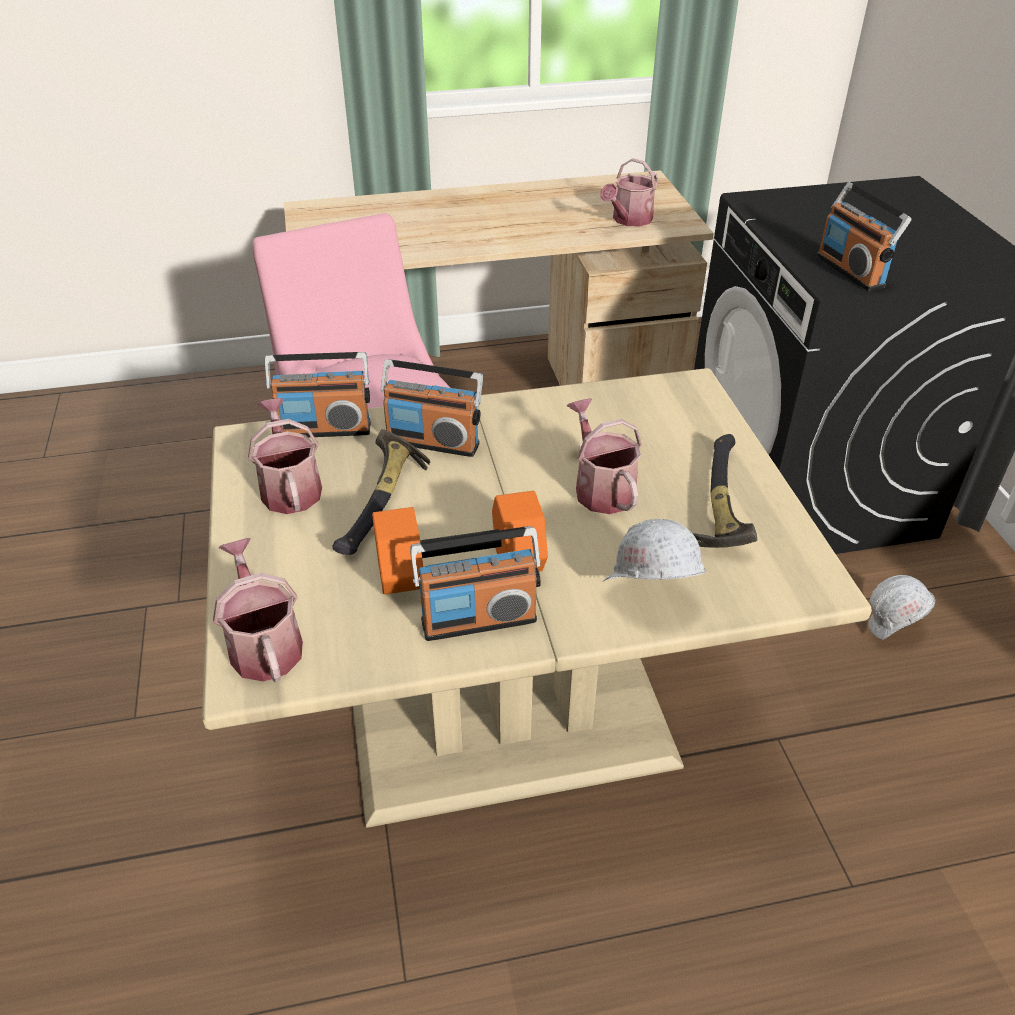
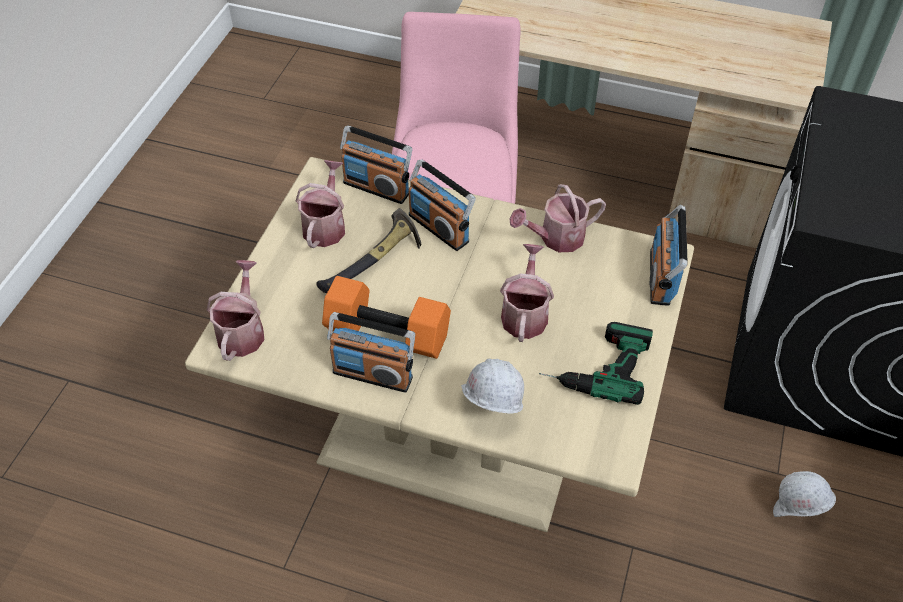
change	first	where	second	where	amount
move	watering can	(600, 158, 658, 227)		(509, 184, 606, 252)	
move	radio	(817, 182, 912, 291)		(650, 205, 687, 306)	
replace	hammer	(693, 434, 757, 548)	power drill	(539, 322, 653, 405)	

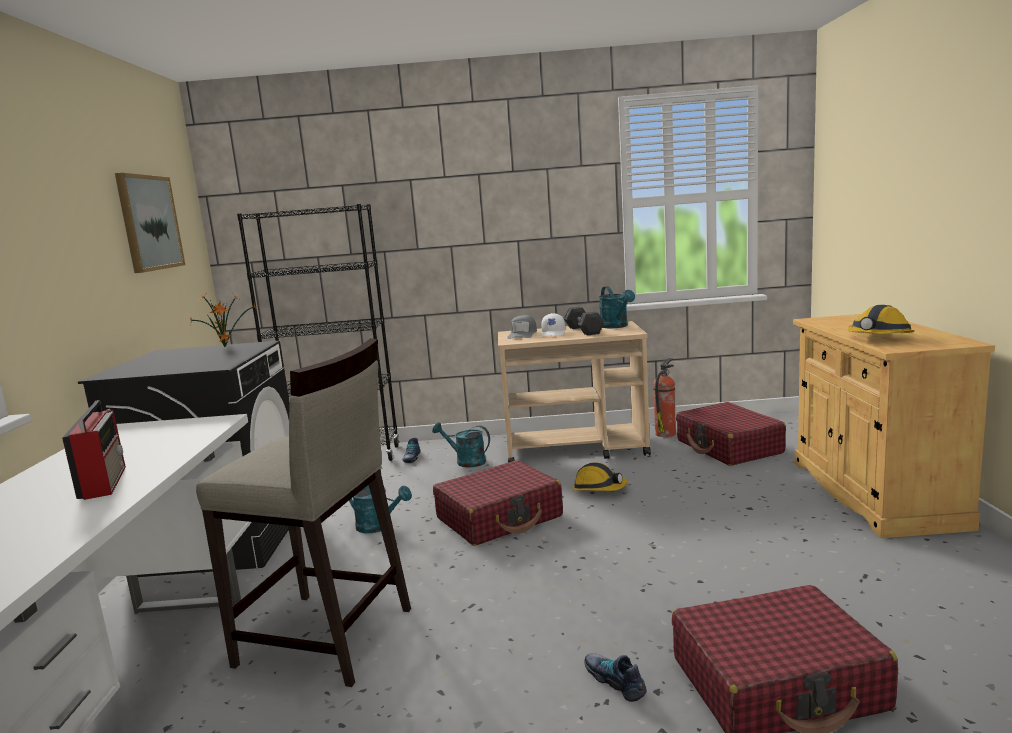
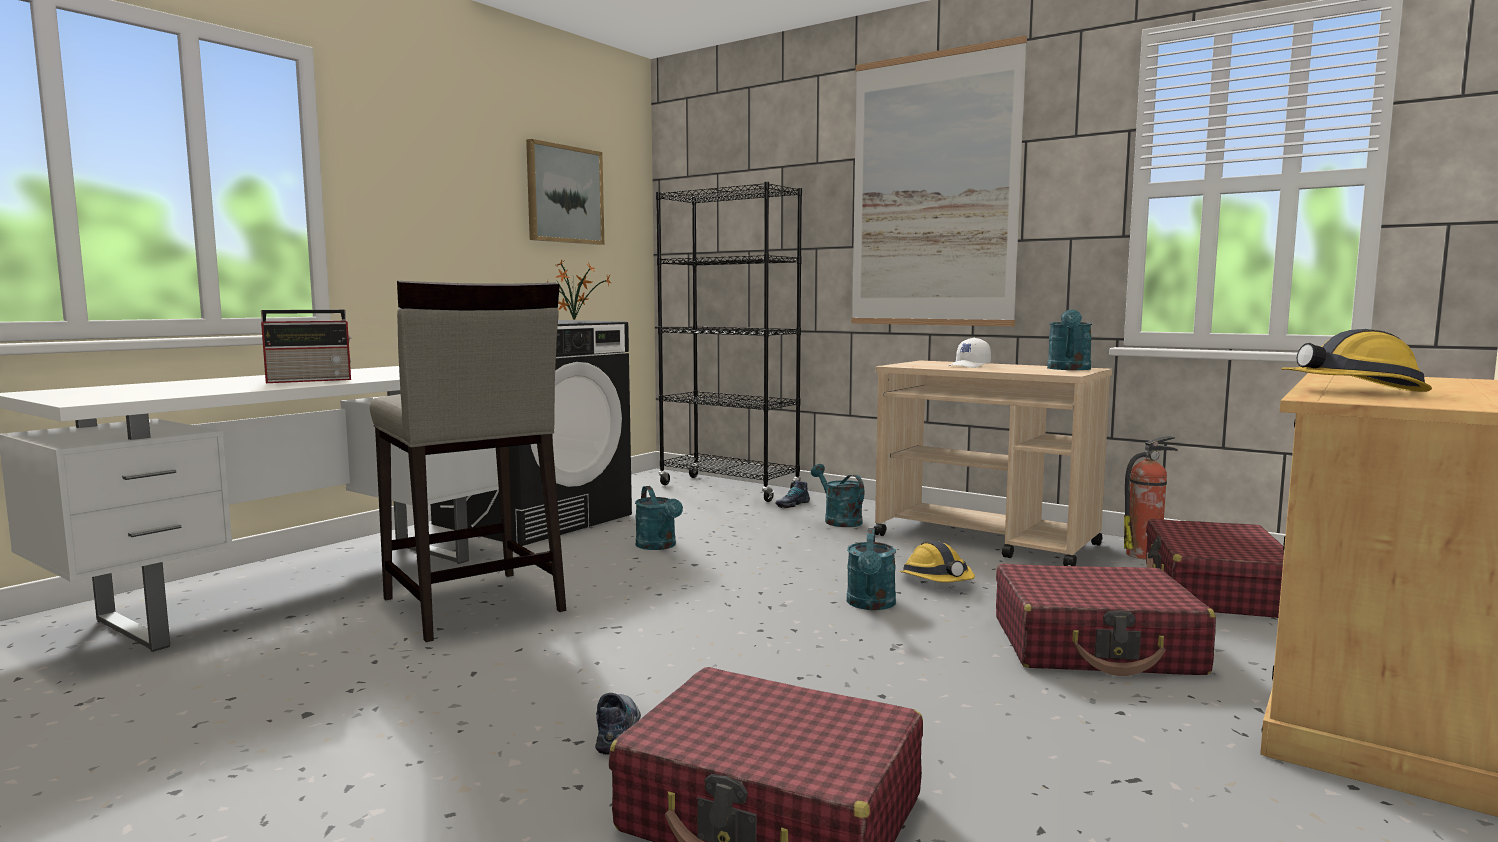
change	first	where	second	where	amount
delete	grey cap	(507, 315, 537, 339)			
delete	grey dumbbell	(564, 307, 604, 336)			
insert			turquoise watering can	(847, 528, 896, 610)	
insert			picture	(851, 35, 1027, 326)	
move	red suitcase	(433, 460, 563, 546)		(996, 564, 1216, 676)	
rotate	radio	(62, 400, 126, 500)		(261, 310, 352, 383)	45 degrees clockwise

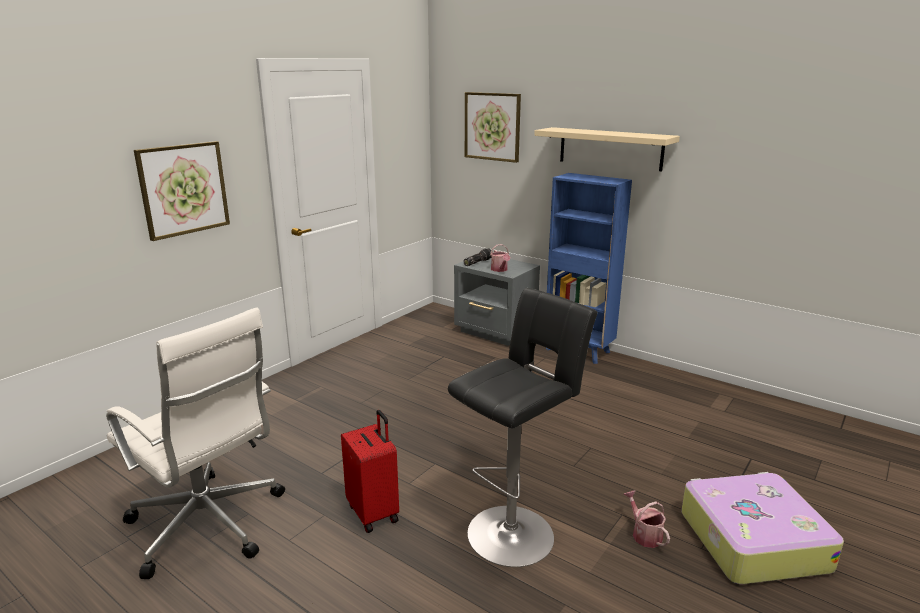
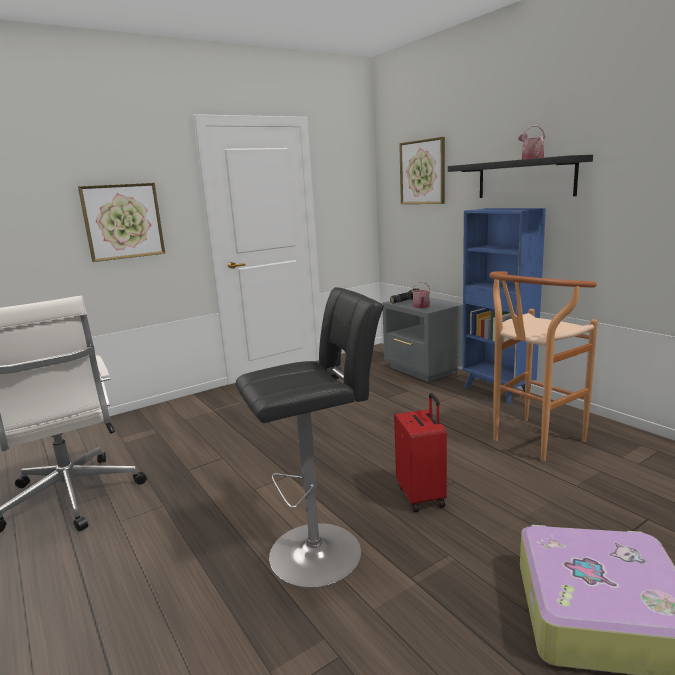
change	first	where	second	where	amount
insert			brown stool	(489, 272, 598, 461)	
move	red suitcase	(341, 410, 399, 533)		(394, 393, 447, 512)	
move	watering can	(624, 490, 670, 548)		(518, 125, 545, 159)	
recolor	beige shelf	(534, 127, 680, 171)	black shelf	(448, 155, 593, 198)	

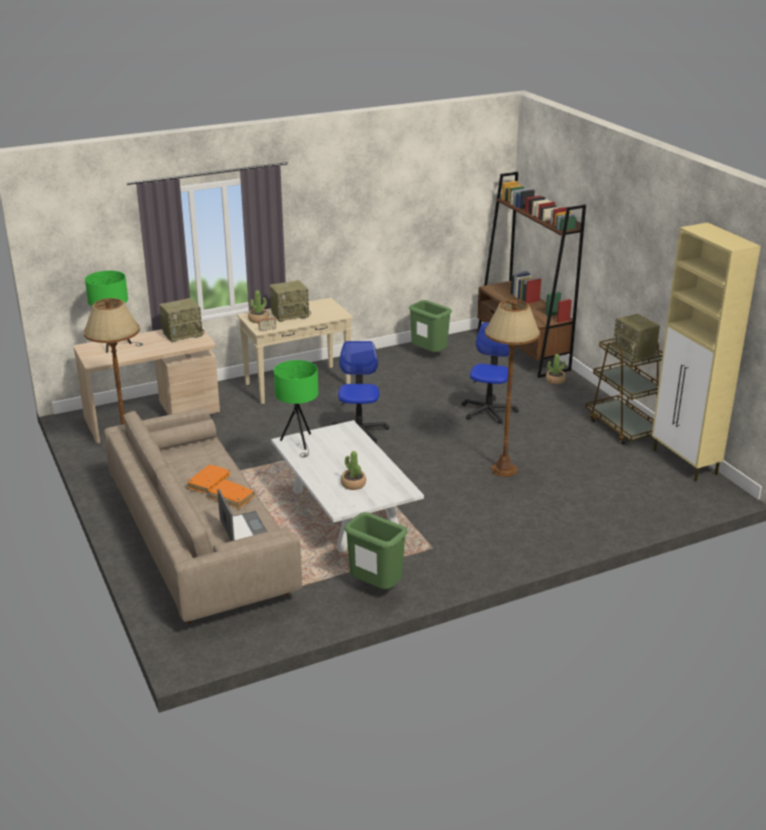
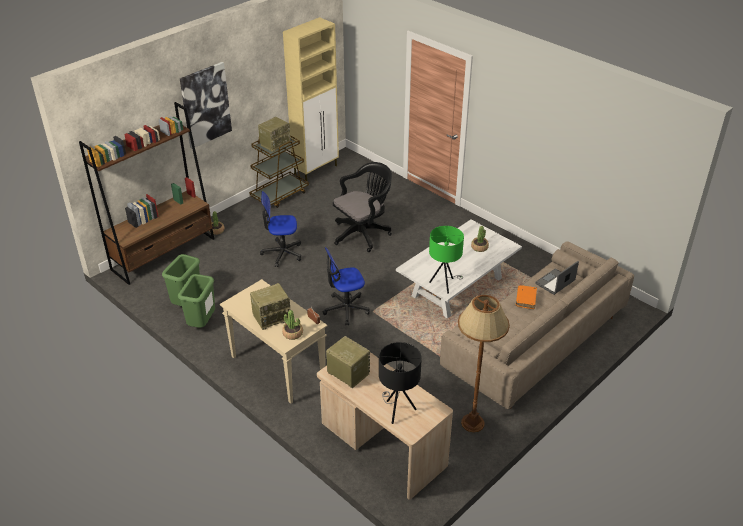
change	first	where	second	where	amount
delete	orange book	(187, 465, 230, 493)			
insert			picture	(180, 62, 232, 149)	
move	green trash can	(344, 512, 407, 589)		(178, 274, 215, 328)	
replace	brown floor lamp	(485, 300, 540, 477)	black office chair	(333, 162, 392, 252)	
recolor	green table lamp	(85, 271, 143, 353)	black table lamp	(379, 342, 422, 424)	
rotate	radio	(270, 280, 311, 322)		(250, 283, 290, 330)	105 degrees clockwise

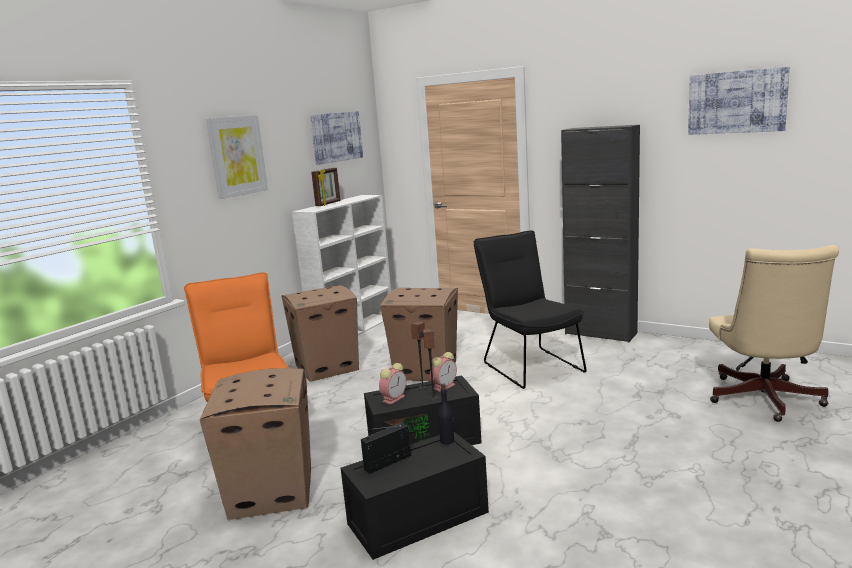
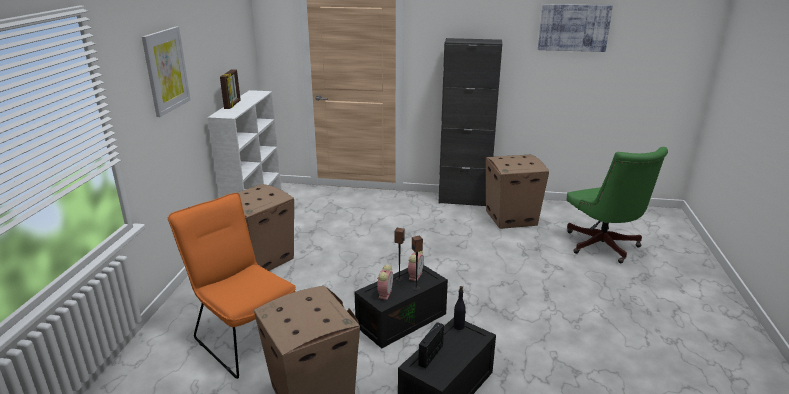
change	first	where	second	where	amount
delete	picture	(310, 111, 363, 165)			
delete	black chair	(474, 231, 587, 389)			
move	cardboard box	(380, 288, 458, 381)		(486, 155, 549, 229)	
recolor	beige office chair	(709, 245, 839, 422)	green office chair	(567, 147, 668, 263)	

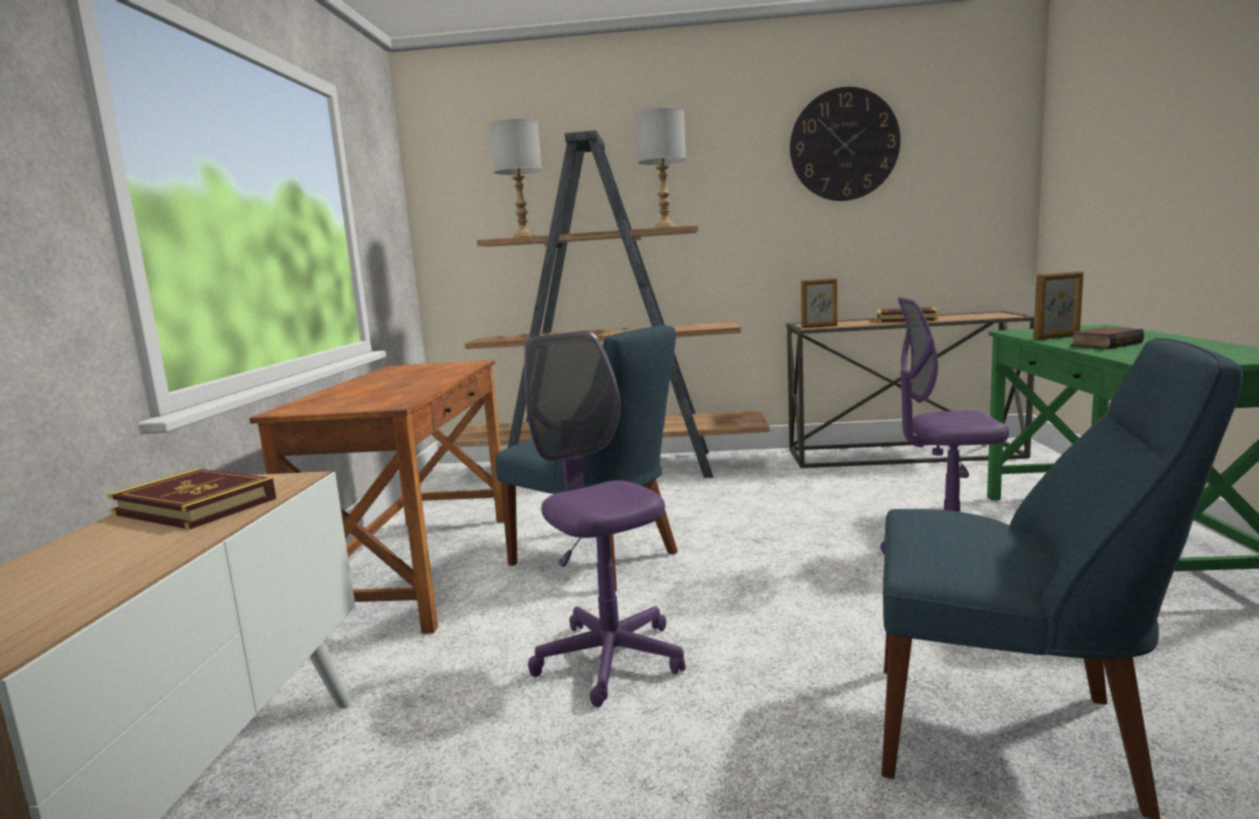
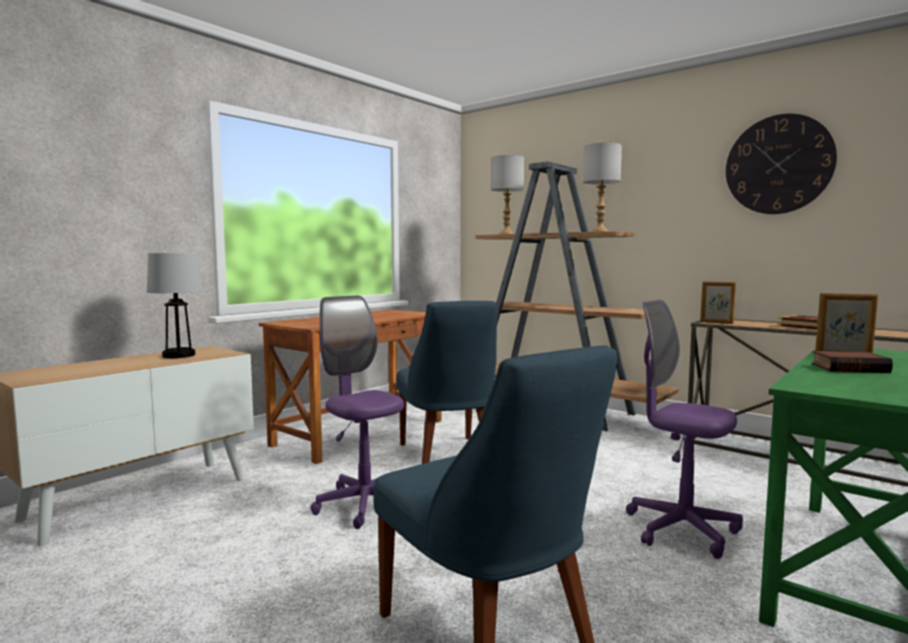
change	first	where	second	where	amount
replace	book	(108, 469, 277, 530)	table lamp	(147, 253, 203, 358)	
rotate	purple office chair	(524, 331, 686, 707)		(311, 296, 404, 529)	45 degrees counterclockwise

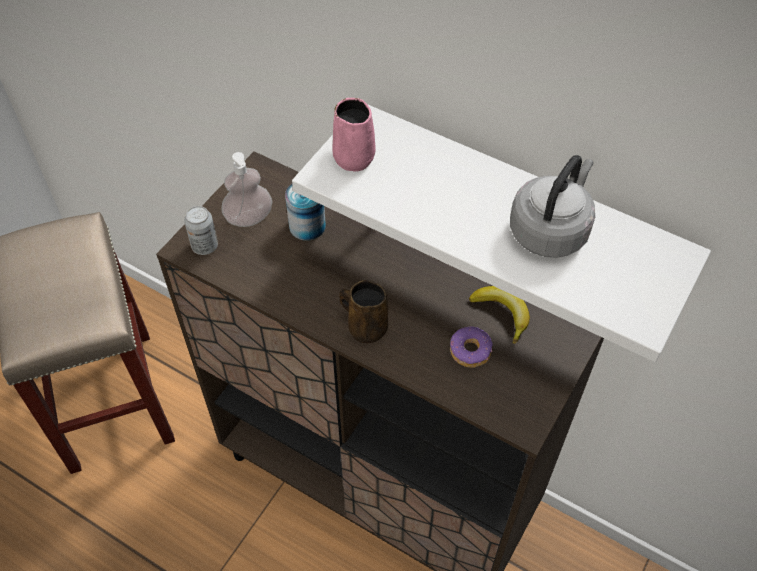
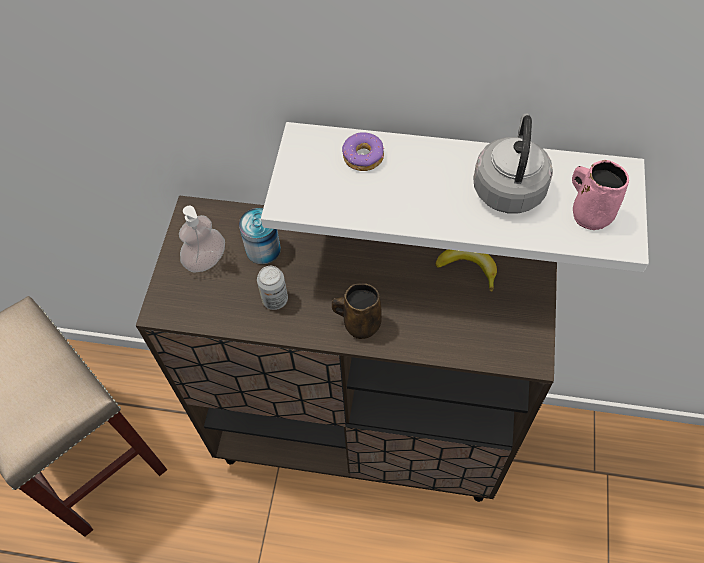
change	first	where	second	where	amount
move	can	(184, 206, 218, 255)		(257, 266, 288, 310)	
move	pink mug	(332, 98, 376, 172)		(572, 160, 629, 230)	
move	donut	(450, 327, 492, 368)		(342, 132, 385, 171)	

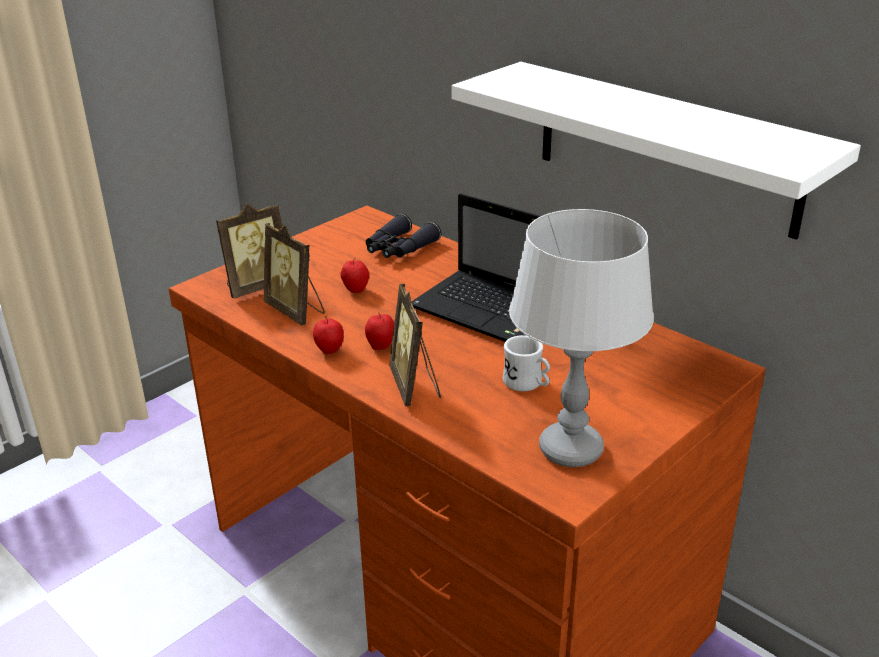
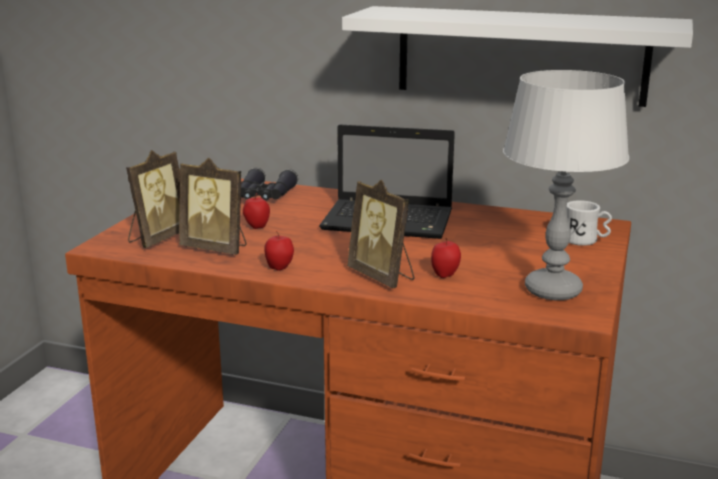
change	first	where	second	where	amount
move	apple	(365, 314, 394, 350)		(431, 238, 461, 278)	
move	white mug	(503, 335, 550, 392)		(567, 200, 612, 246)	

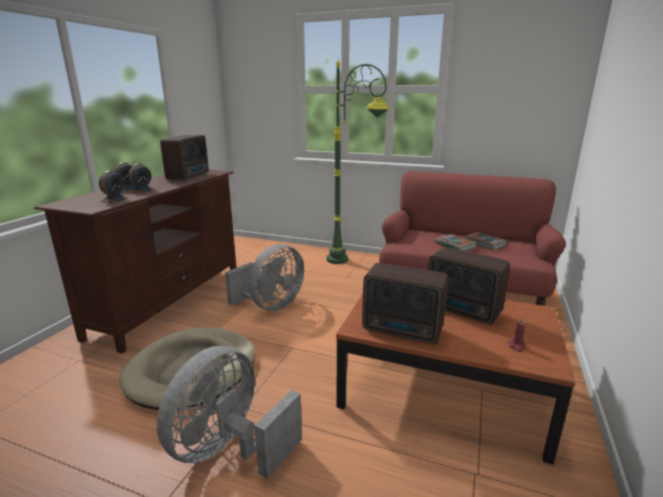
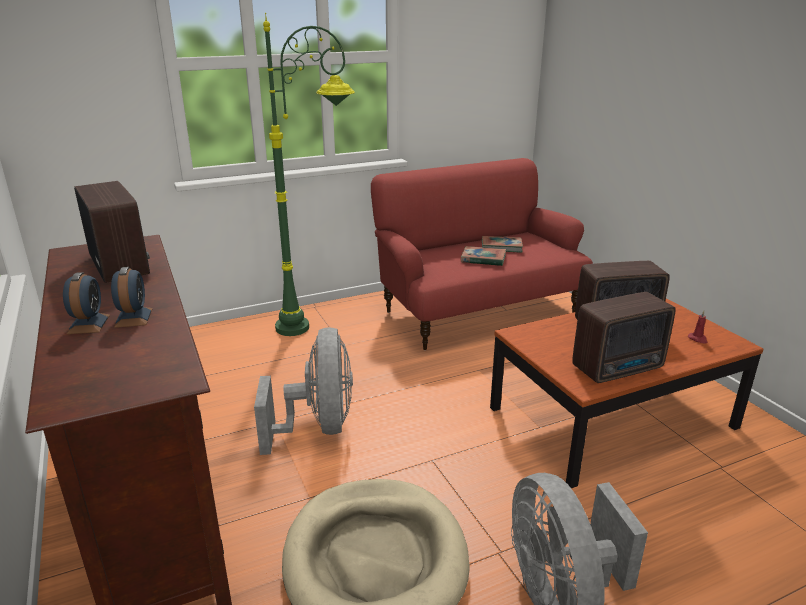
change	first	where	second	where	amount
delete	alarm clock	(99, 171, 128, 203)			

